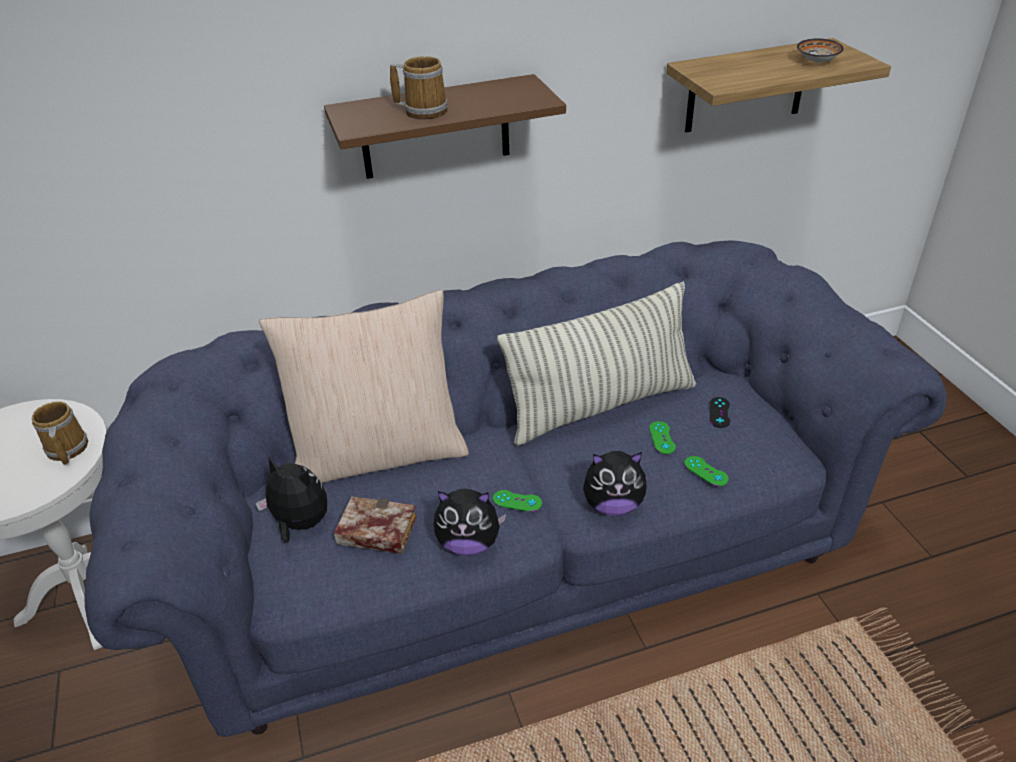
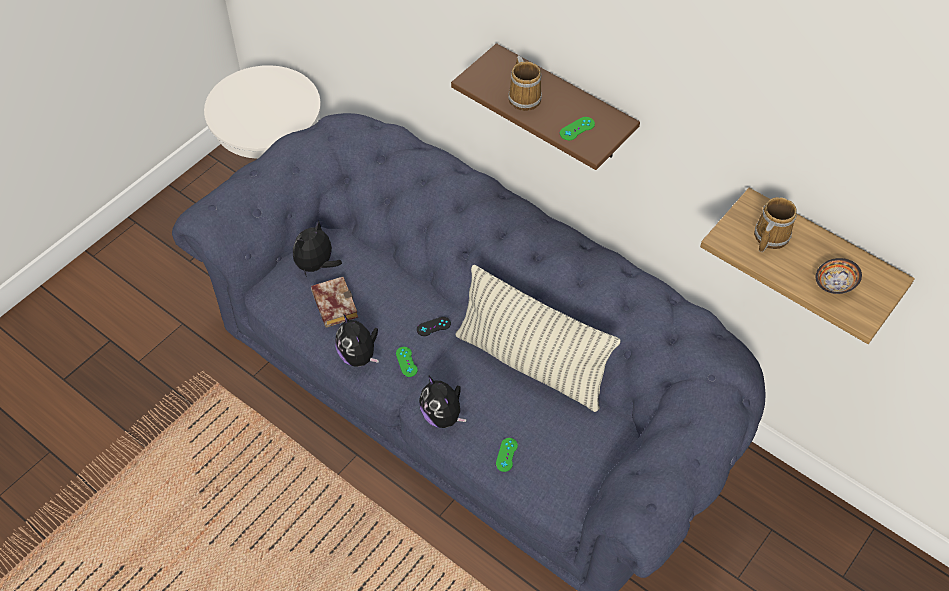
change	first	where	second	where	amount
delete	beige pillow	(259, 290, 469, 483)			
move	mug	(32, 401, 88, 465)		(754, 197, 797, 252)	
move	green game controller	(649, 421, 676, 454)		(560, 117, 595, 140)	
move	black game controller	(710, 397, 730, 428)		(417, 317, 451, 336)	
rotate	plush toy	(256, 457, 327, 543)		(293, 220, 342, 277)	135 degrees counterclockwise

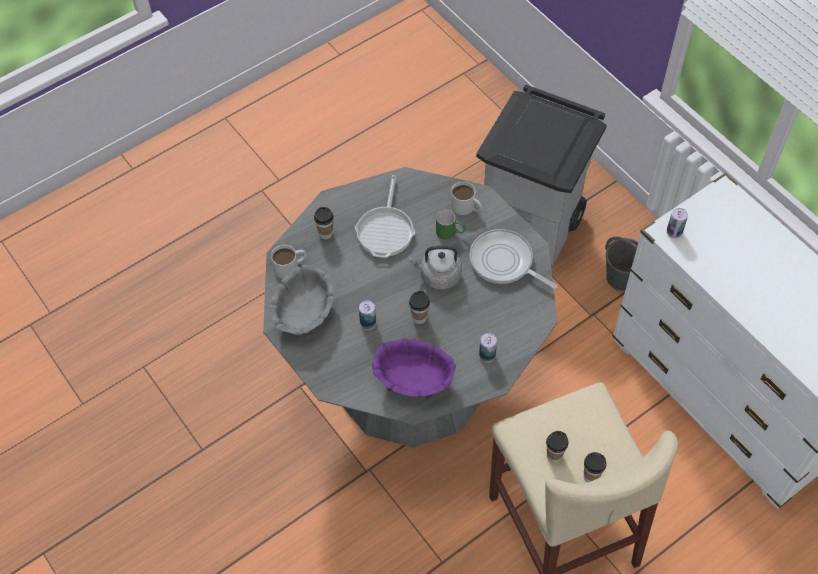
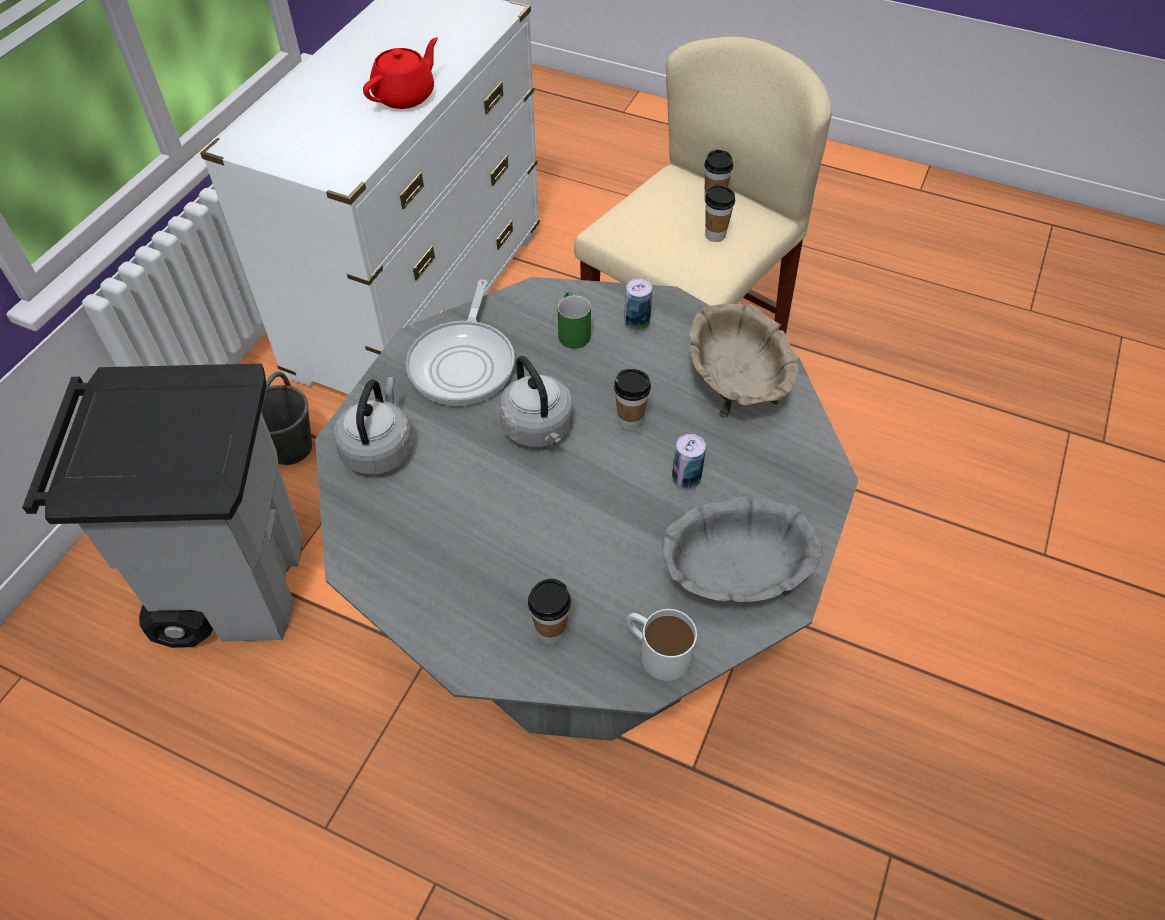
change	first	where	second	where	amount
delete	frying pan	(355, 175, 415, 258)			
delete	can	(667, 208, 688, 238)			
insert			red teapot	(363, 37, 438, 109)	
move	green mug	(436, 210, 466, 240)		(558, 292, 591, 349)	
replace	white mug	(451, 181, 482, 215)	grey kettle	(334, 377, 413, 475)	
recolor	purple bowl	(372, 338, 456, 400)	beige bowl	(689, 304, 799, 417)	

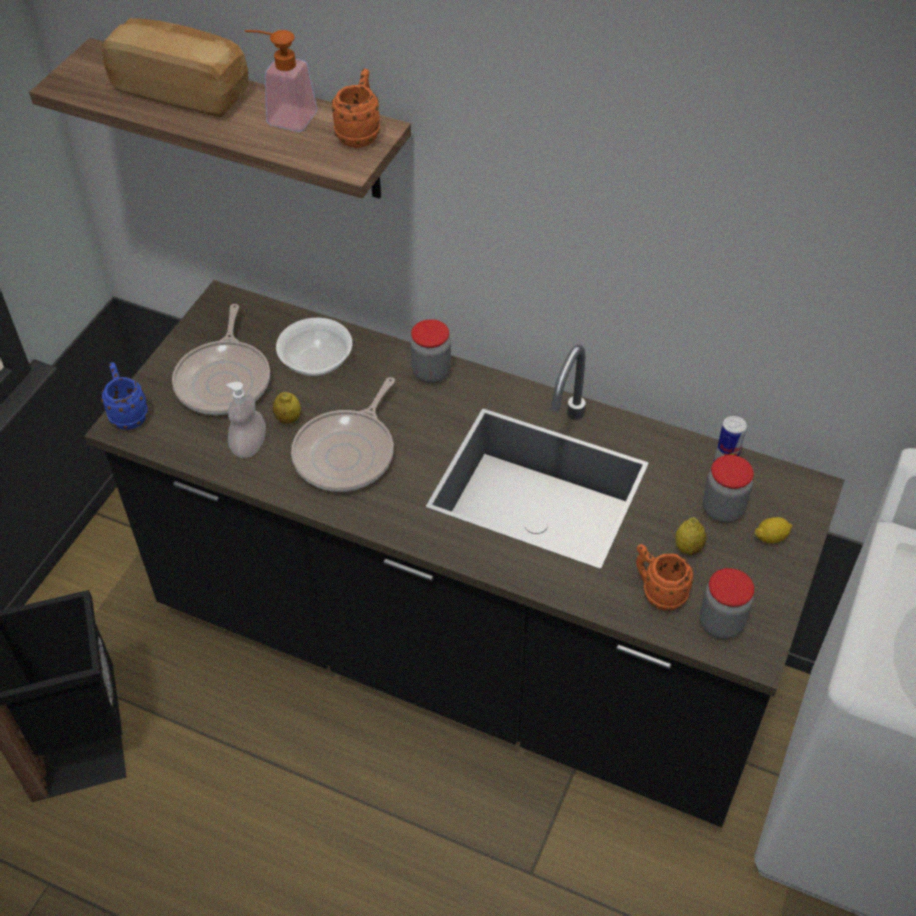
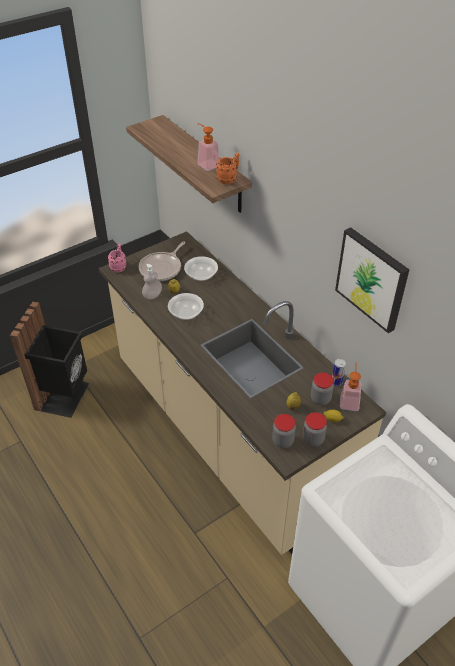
change	first	where	second	where	amount
delete	bread	(101, 18, 249, 117)			
delete	orange mug	(636, 544, 694, 611)			
insert			picture	(335, 227, 410, 333)	
insert			soap dispenser	(340, 362, 361, 411)	
move	jar	(410, 319, 451, 383)		(303, 412, 327, 447)	
replace	frying pan	(291, 377, 395, 492)	bowl	(168, 293, 204, 320)	
recolor	black counter	(84, 280, 845, 827)	beige counter	(99, 231, 386, 555)	
recolor	blue mug	(101, 362, 148, 430)	pink mug	(108, 243, 126, 273)	

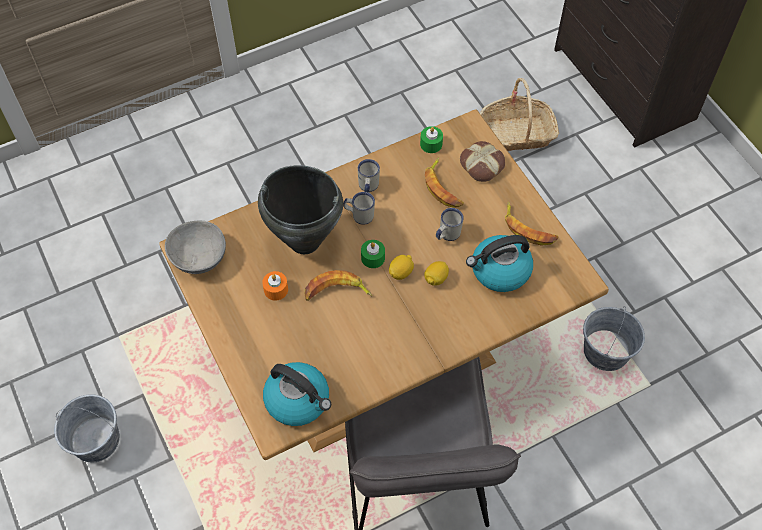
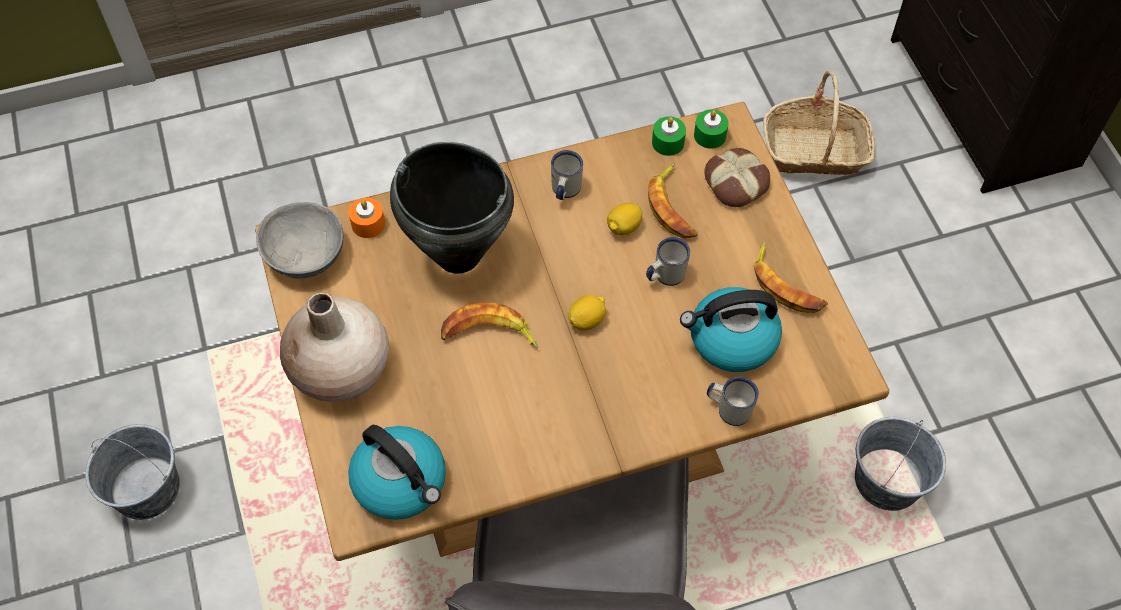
change	first	where	second	where	amount
insert			beige vase	(280, 293, 389, 402)	
move	orange candle	(262, 271, 288, 300)		(349, 197, 385, 238)	
move	white mug	(343, 192, 375, 225)		(707, 377, 759, 426)	
move	green candle	(361, 240, 385, 268)		(694, 110, 729, 149)	
move	lemon	(424, 261, 449, 286)		(607, 203, 642, 236)	

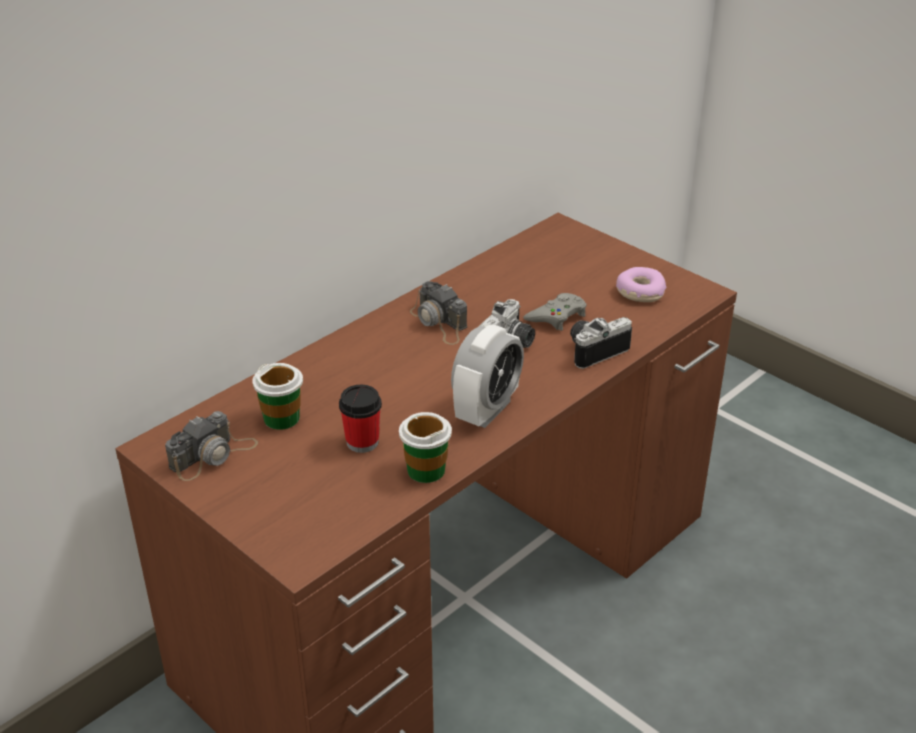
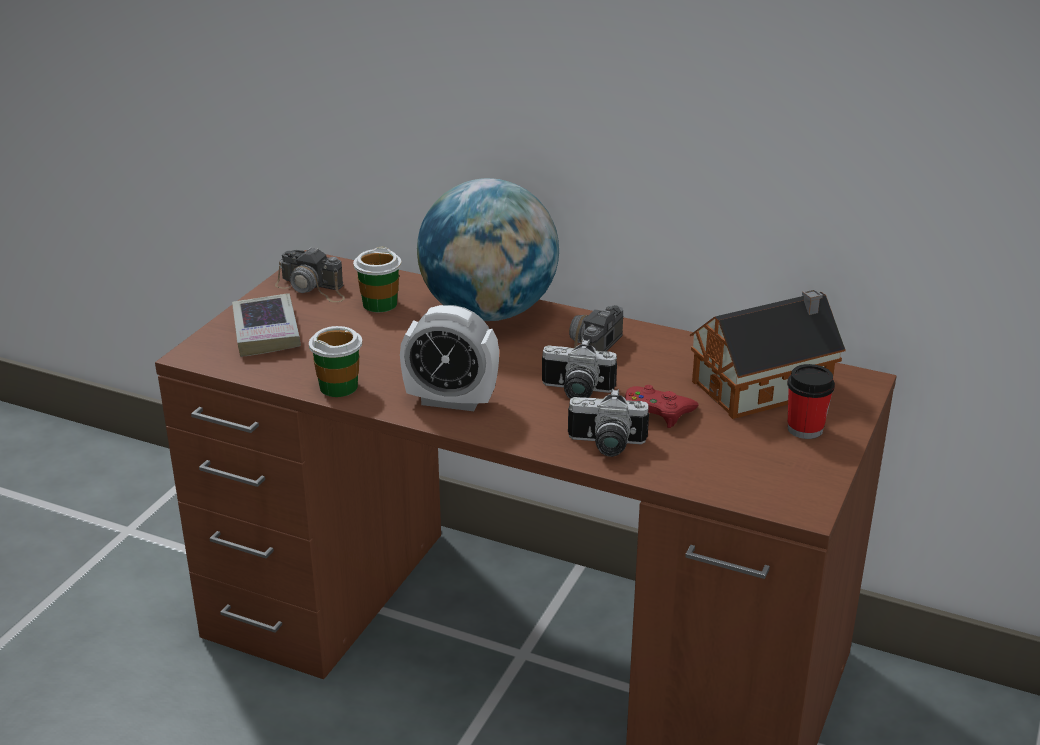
change	first	where	second	where	amount
delete	donut	(616, 267, 666, 302)			
insert			book	(232, 293, 301, 357)	
insert			globe	(417, 178, 559, 321)	
insert			toy house	(690, 289, 846, 419)	
move	cup	(339, 385, 382, 453)		(787, 364, 835, 439)	
recolor	grey game controller	(523, 293, 587, 331)	red game controller	(625, 385, 699, 428)	
rotate	photo camera	(570, 317, 632, 369)		(568, 389, 649, 457)	150 degrees clockwise

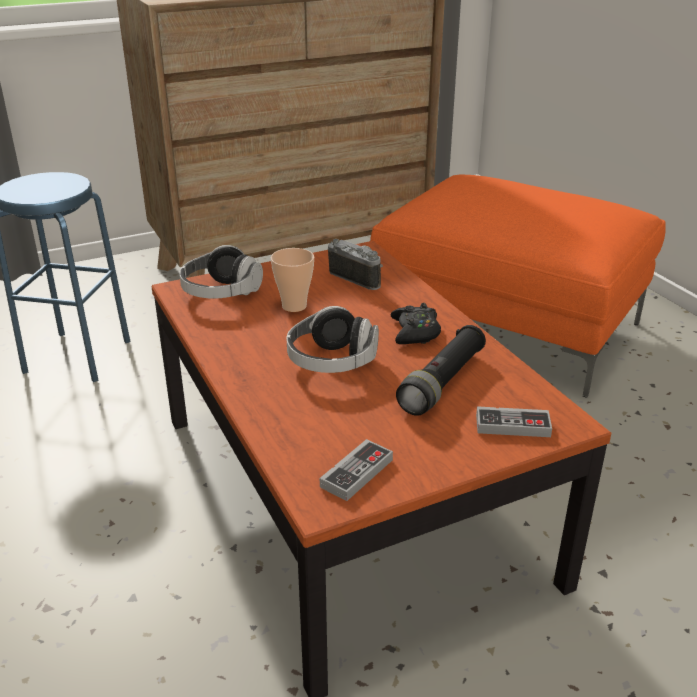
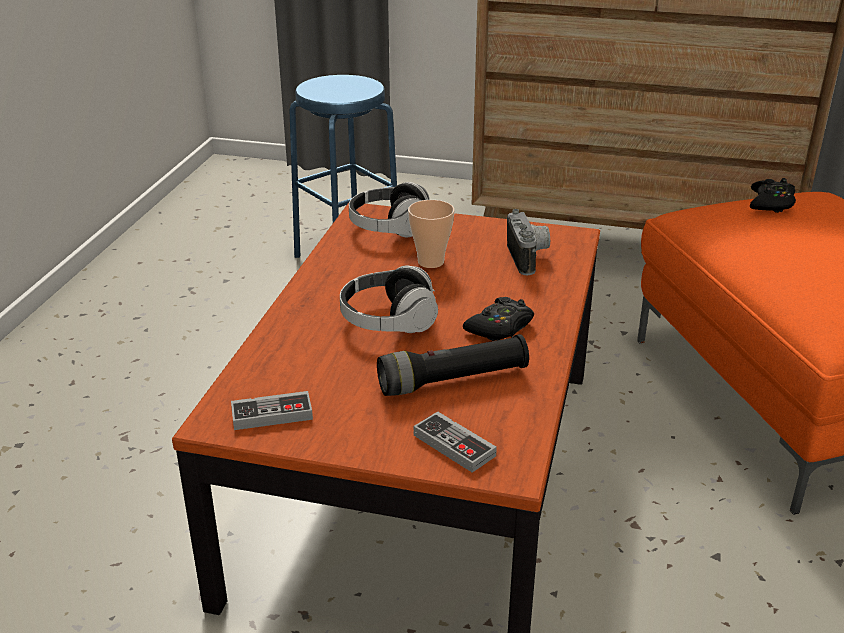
change	first	where	second	where	amount
insert			black game controller	(750, 178, 796, 213)	

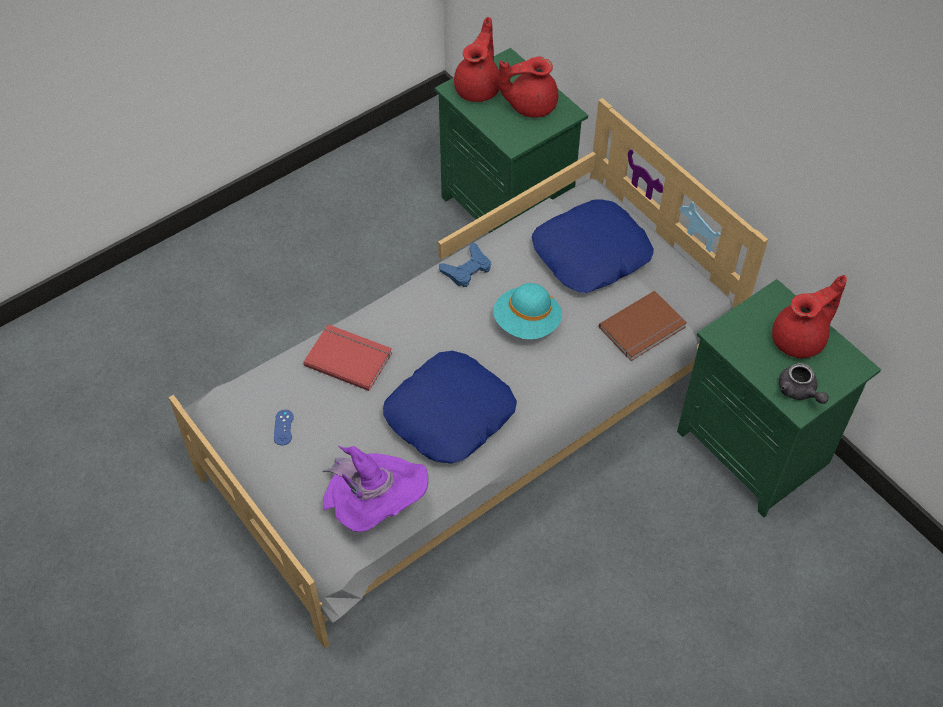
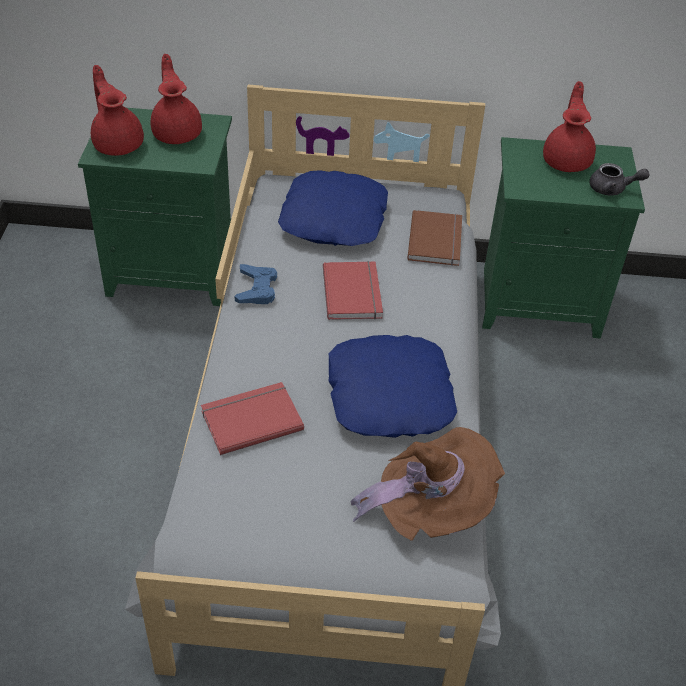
change	first	where	second	where	amount
delete	blue game controller	(274, 410, 294, 445)			
replace	turquoise hat	(493, 283, 562, 339)	red book	(323, 261, 383, 320)	
recolor	purple hat	(322, 446, 428, 532)	brown hat	(351, 427, 505, 541)	
rotate	red teapot	(499, 56, 558, 117)		(151, 54, 202, 144)	135 degrees clockwise

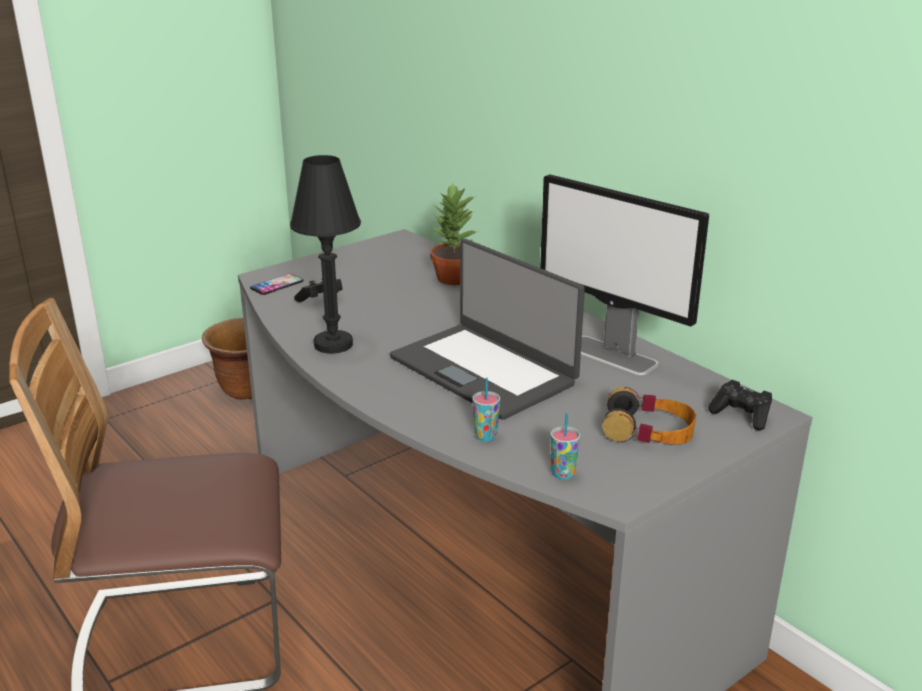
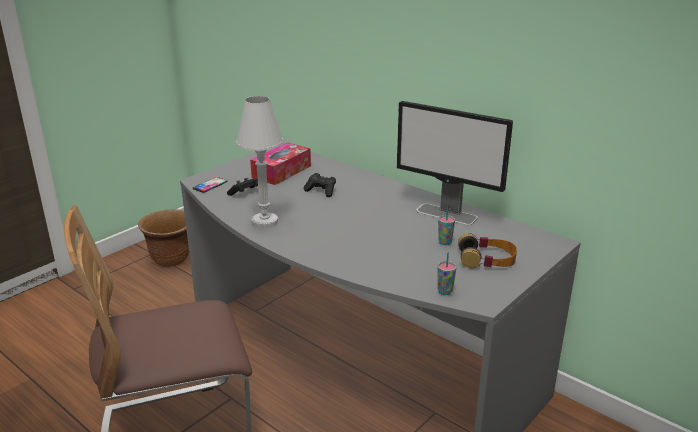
change	first	where	second	where	amount
delete	laptop	(390, 239, 585, 420)			
delete	potted plant	(430, 183, 478, 285)			
insert			tissue box	(250, 142, 311, 185)	
move	cup	(473, 378, 500, 441)		(438, 206, 455, 245)	
move	black game controller	(708, 380, 772, 430)		(304, 173, 336, 197)	
recolor	black table lamp	(290, 155, 361, 354)	white table lamp	(236, 96, 284, 228)	

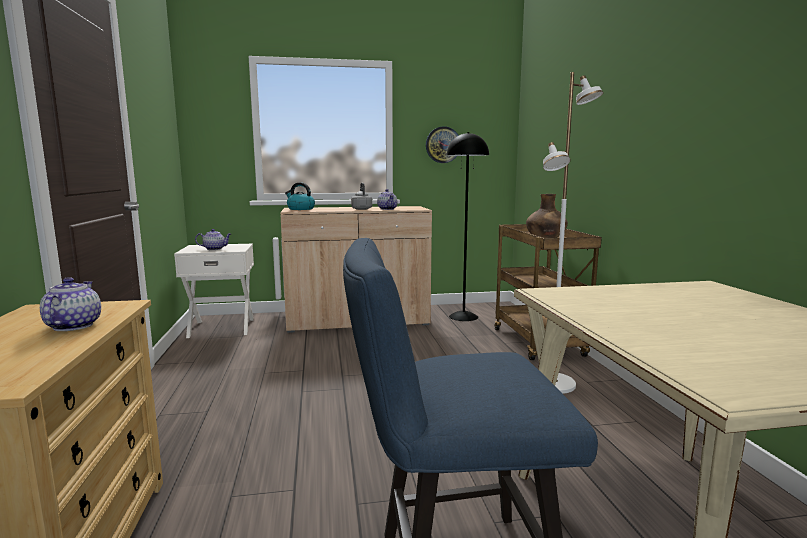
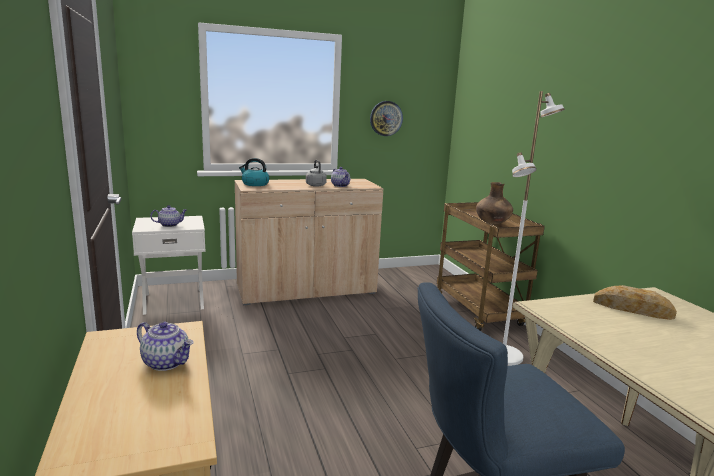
change	first	where	second	where	amount
delete	black floor lamp	(447, 132, 489, 321)			
insert			bread	(593, 285, 677, 320)	
rotate	teapot	(40, 277, 101, 331)		(137, 322, 193, 371)	135 degrees clockwise

